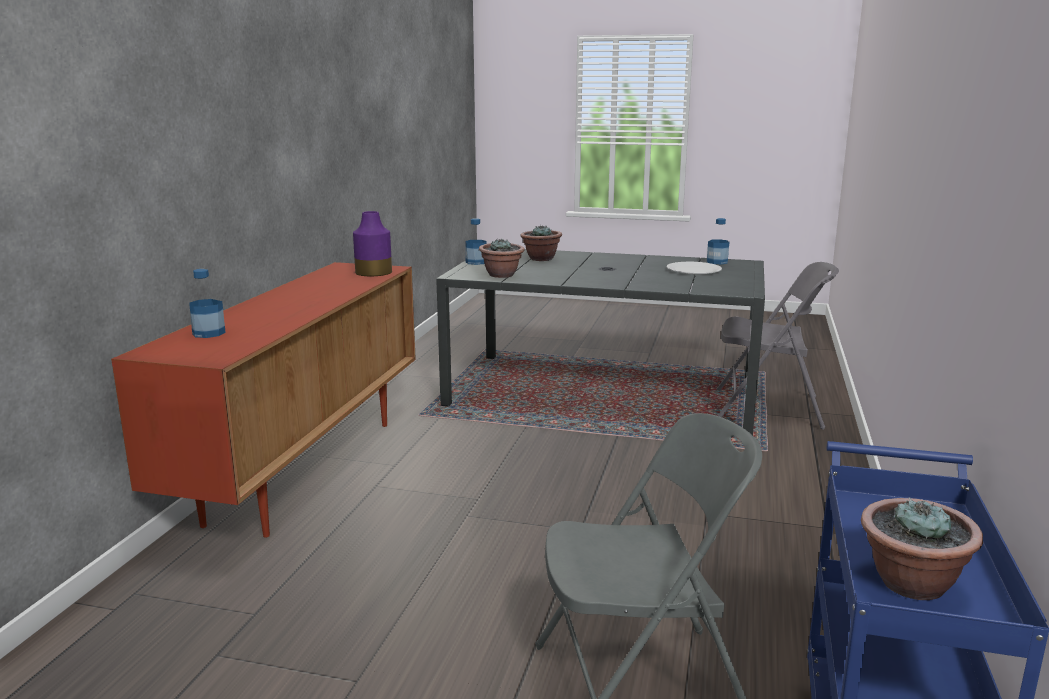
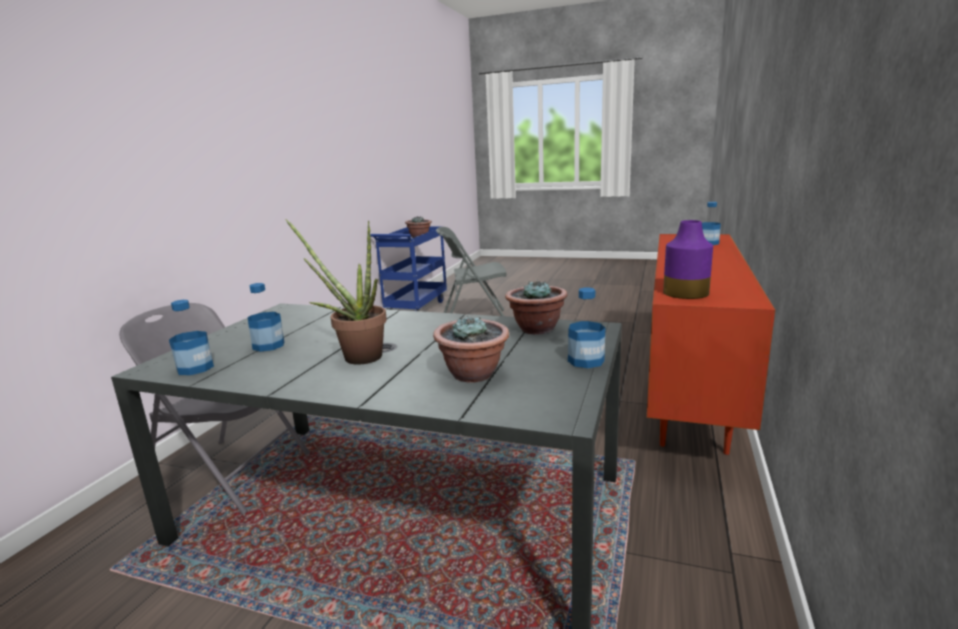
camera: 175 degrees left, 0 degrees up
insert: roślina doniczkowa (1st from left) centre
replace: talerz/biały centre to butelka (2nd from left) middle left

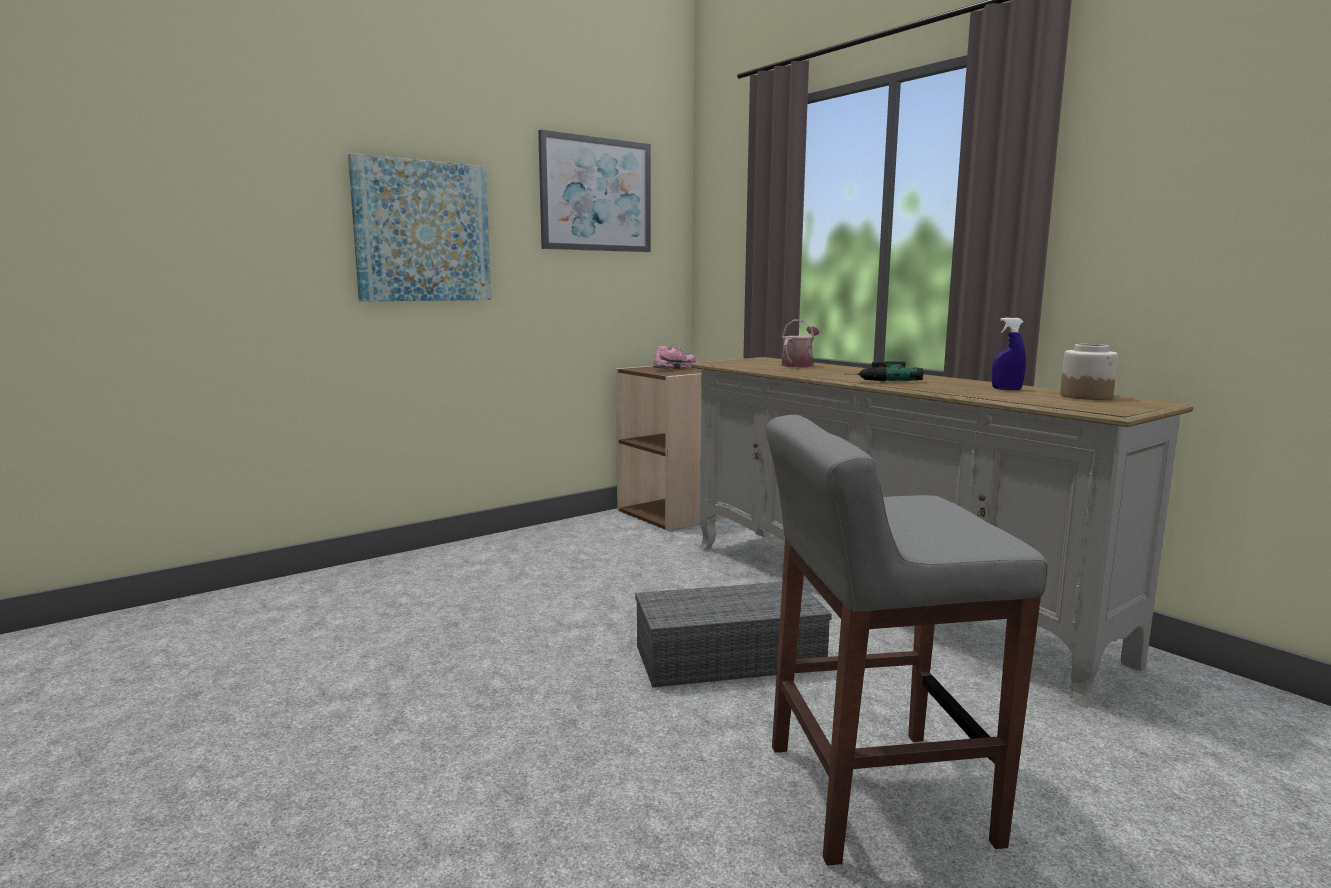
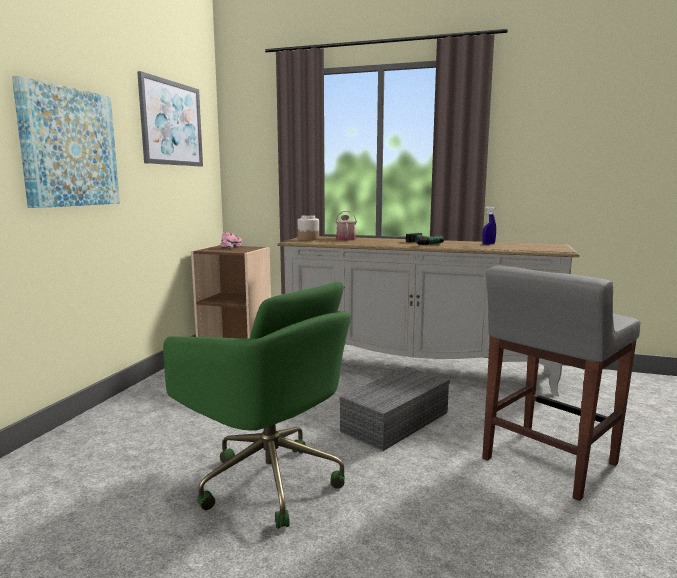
camera: 35 degrees left, 0 degrees up
insert: krzesło biurowe/zielony bottom centre
move: słoik middle right to centre

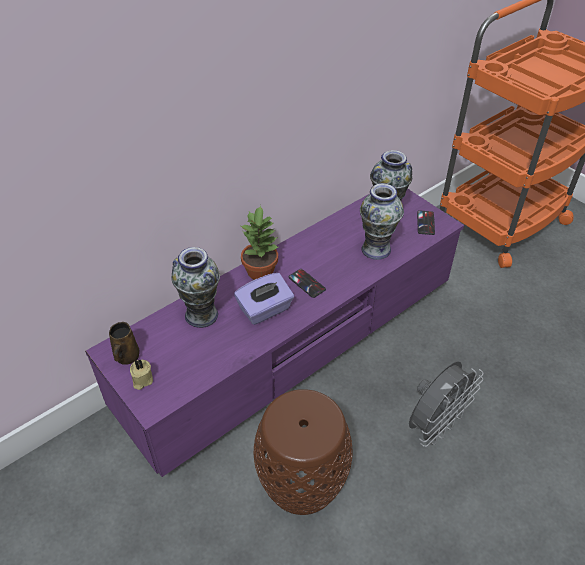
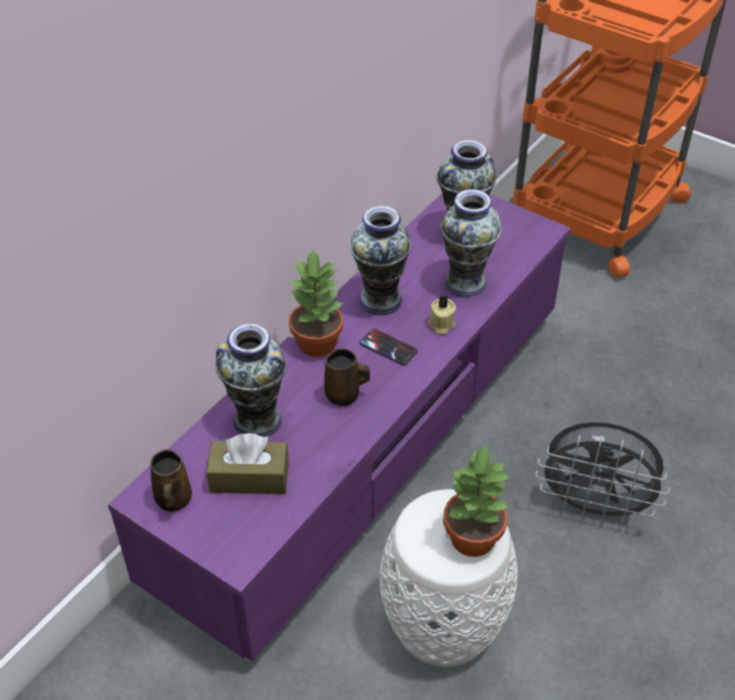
camera: 15 degrees left, 0 degrees up
delete: telefon (2nd from left) middle right
insert: pudełko chusteczek/brązowy centre; wazon (2nd from left) centre; roślina doniczkowa (2nd from left) bottom centre
move: świeca/beżowy middle left to centre
replace: pudełko chusteczek/fioletowy centre to kubek/brązowy (2nd from left) centre
recolor: stołek/brązowy bottom centre to stołek/biały bottom centre
rotate: wentylator/szary bottom right = bottom right 75 degrees clockwise

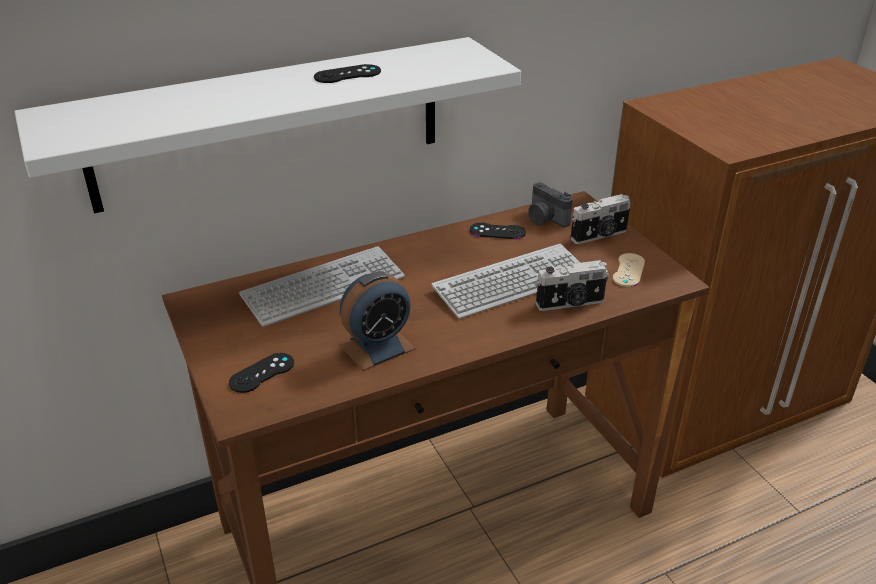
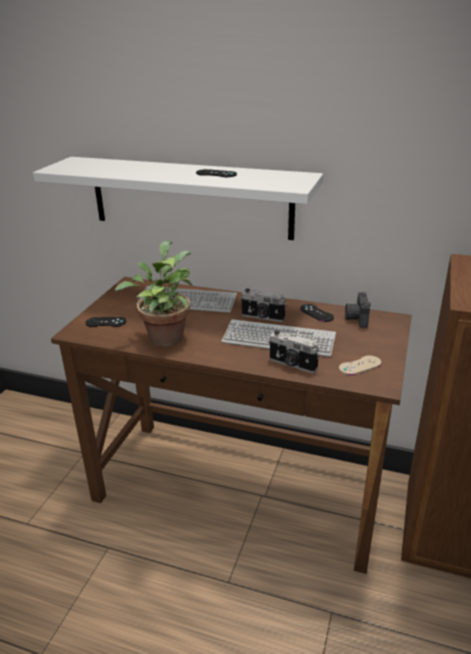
camera: 45 degrees right, 5 degrees down
move: aparat fotograficzny (3rd from left in the first image) middle right to aparat fotograficzny (1st from left) centre
replace: budzik centre to roślina doniczkowa middle left

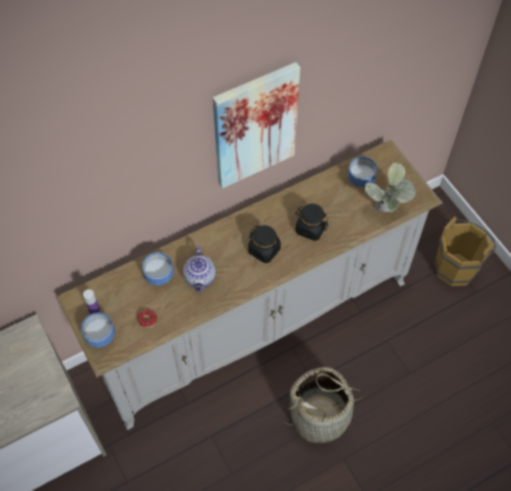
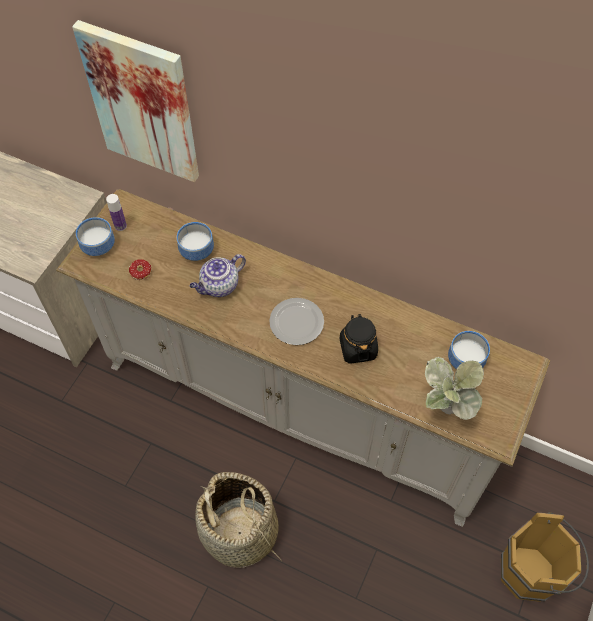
camera: 55 degrees right, 0 degrees up
move: obraz top centre to top left
replace: słoik/czarny (1st from left) centre to talerz centre

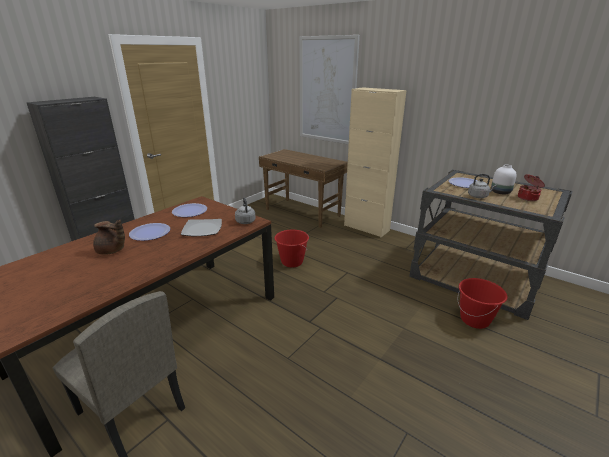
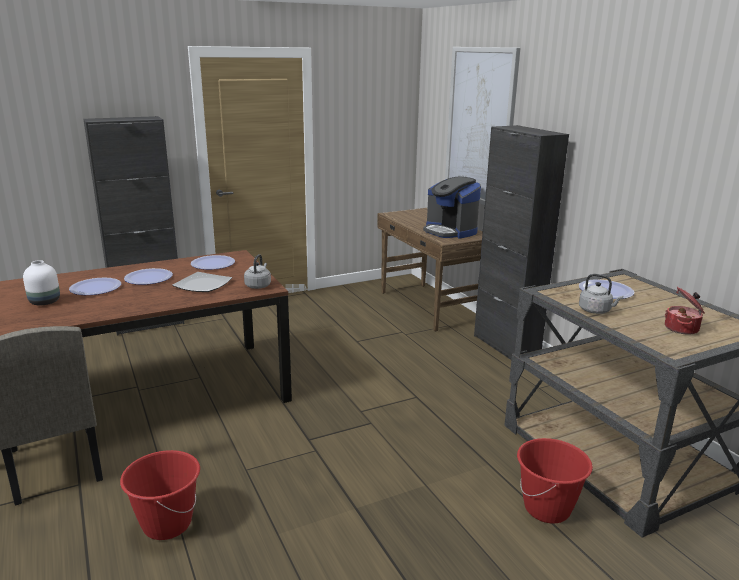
camera: 25 degrees right, 5 degrees down
insert: ekspres do kawy centre
move: wiadro/czerwony (1st from left) centre to bottom left; wazon/biały middle right to middle left
replace: imbryk/brązowy middle left to talerz (1st from left) middle left
recolor: szafka/beżowy centre to szafka/czarny (2nd from left) middle right

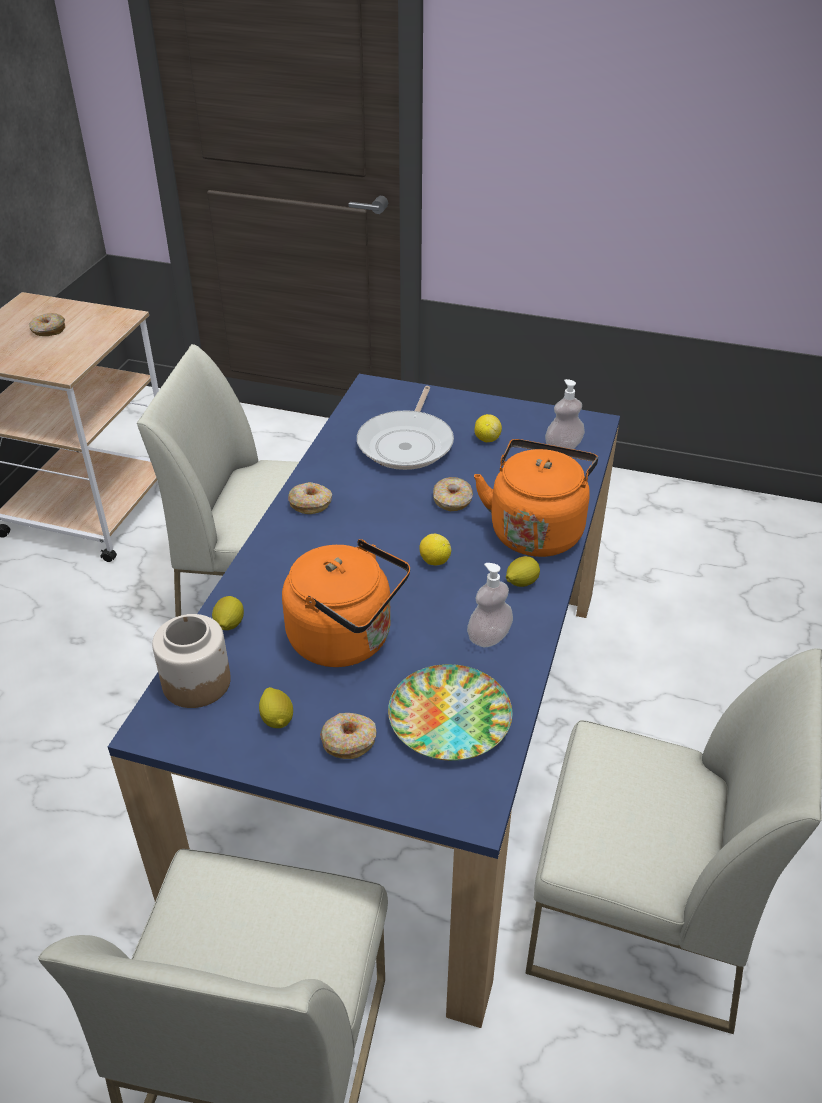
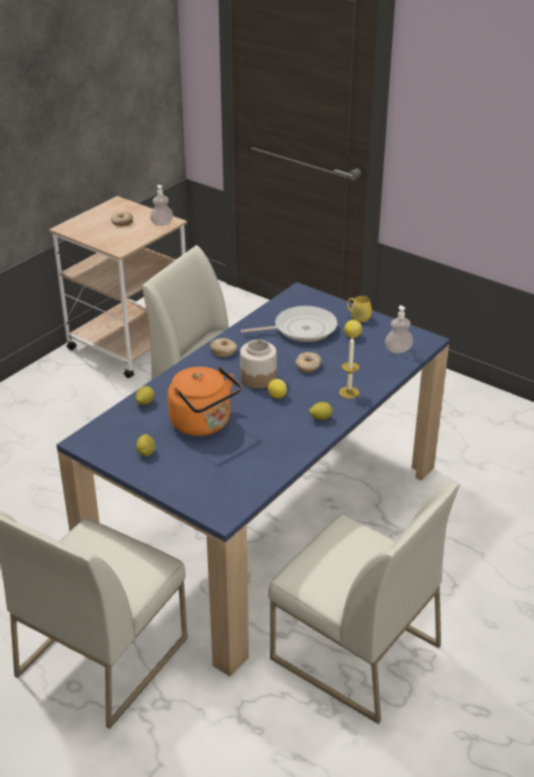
camera: 20 degrees right, 5 degrees down
delete: donut (3rd from left) bottom centre; talerz centre
insert: kubek/żółty middle right
move: słoik middle left to centre; dozownik mydła (1st from left) centre to top left
replace: czajnik/pomarańczowy (2nd from left) centre to świeca centre
rotate: patelnia centre = centre 135 degrees counterclockwise

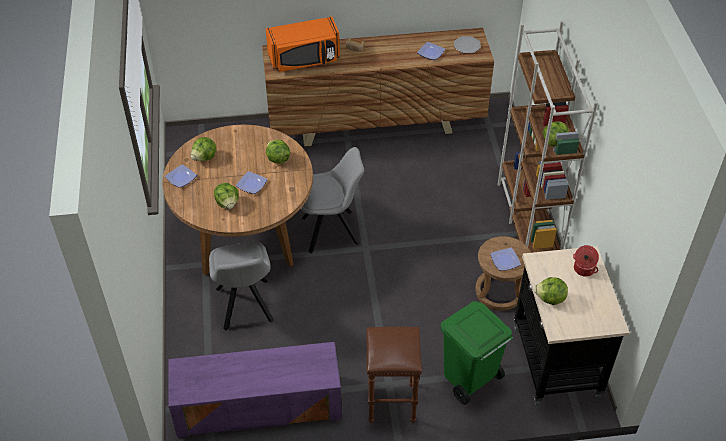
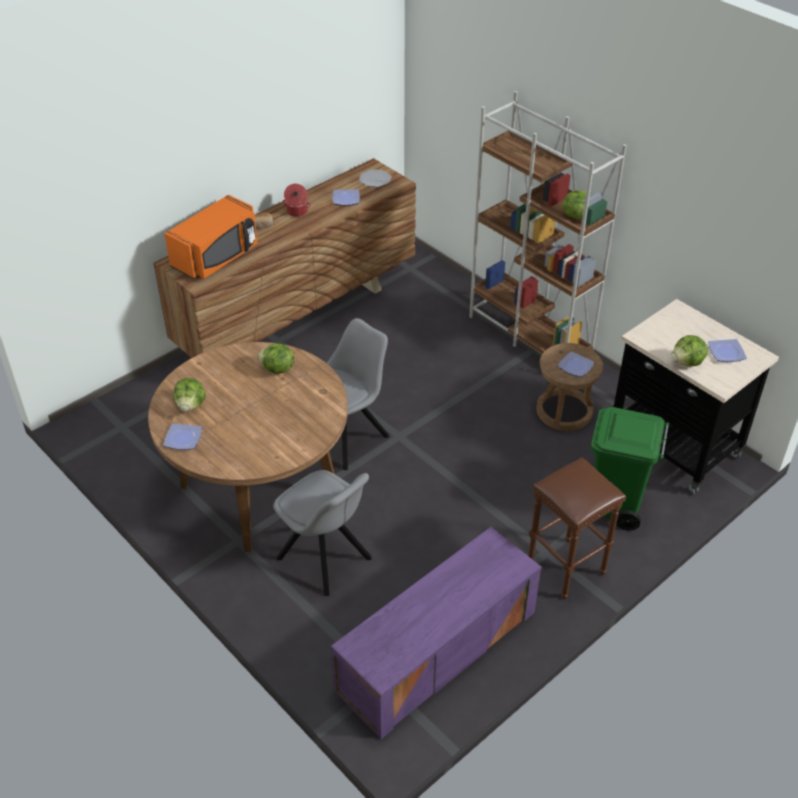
camera: 35 degrees left, 5 degrees down
delete: sałata (2nd from left) middle left
move: talerz (2nd from left in the first image) centre to talerz (5th from left) middle right; garnek middle right to top centre

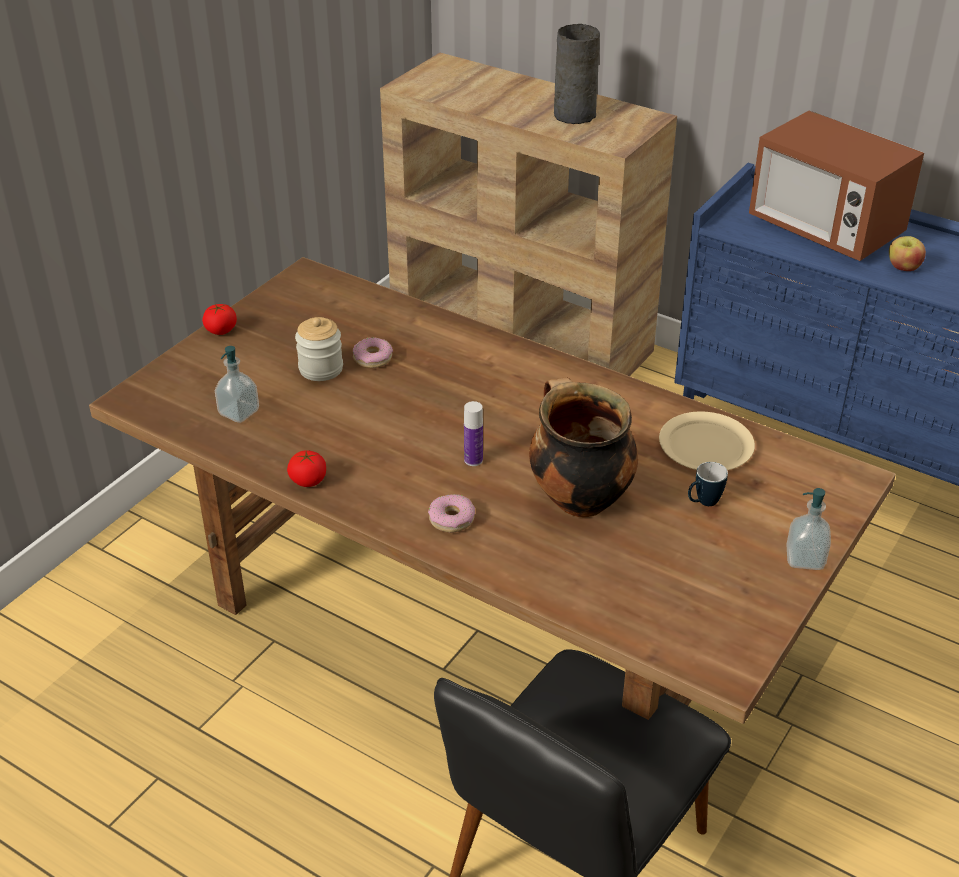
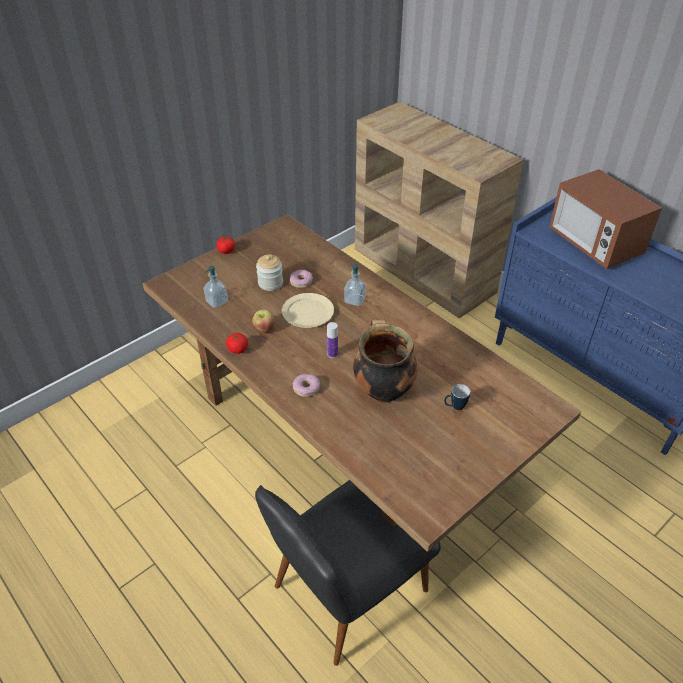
camera: 15 degrees right, 5 degrees up
delete: wazon/szary top centre
move: talerz/beżowy middle right to centre; dozownik mydła (2nd from left) middle right to centre; jabłko top right to centre

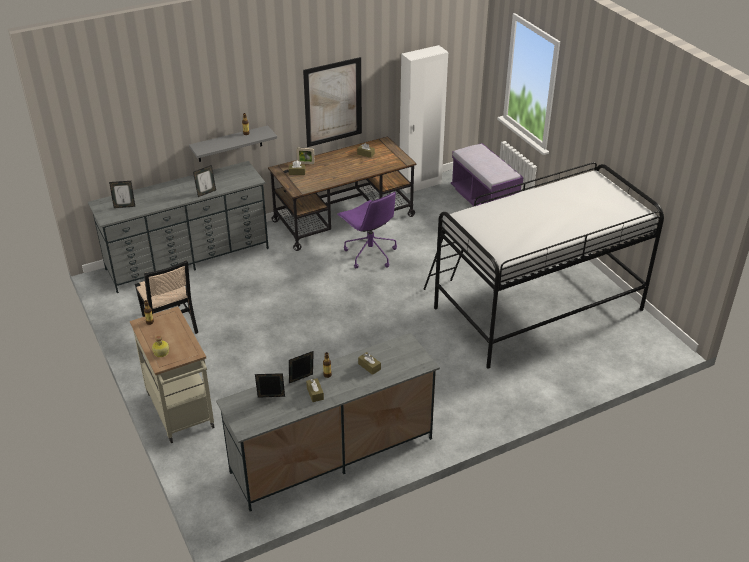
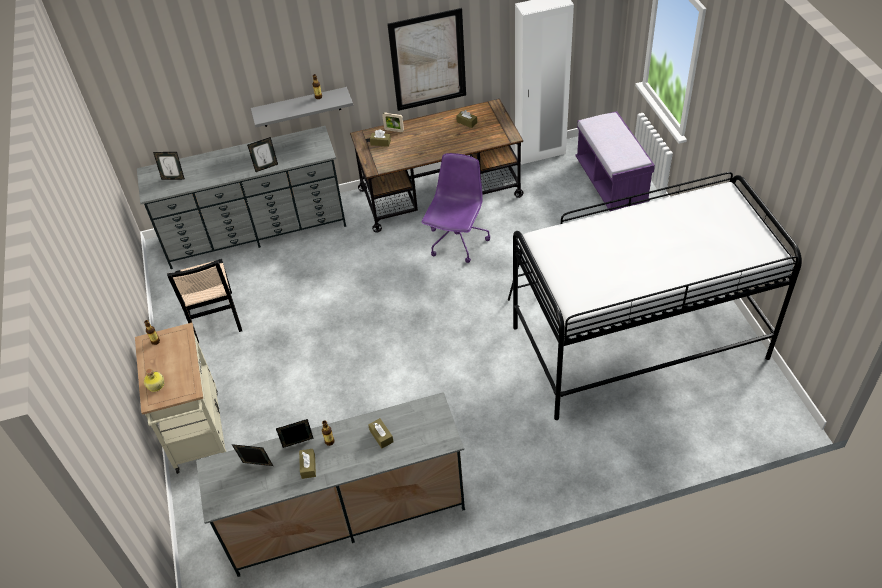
camera: 15 degrees right, 10 degrees up
rotate: krzesło biurowe/fioletowy centre = centre 135 degrees counterclockwise

